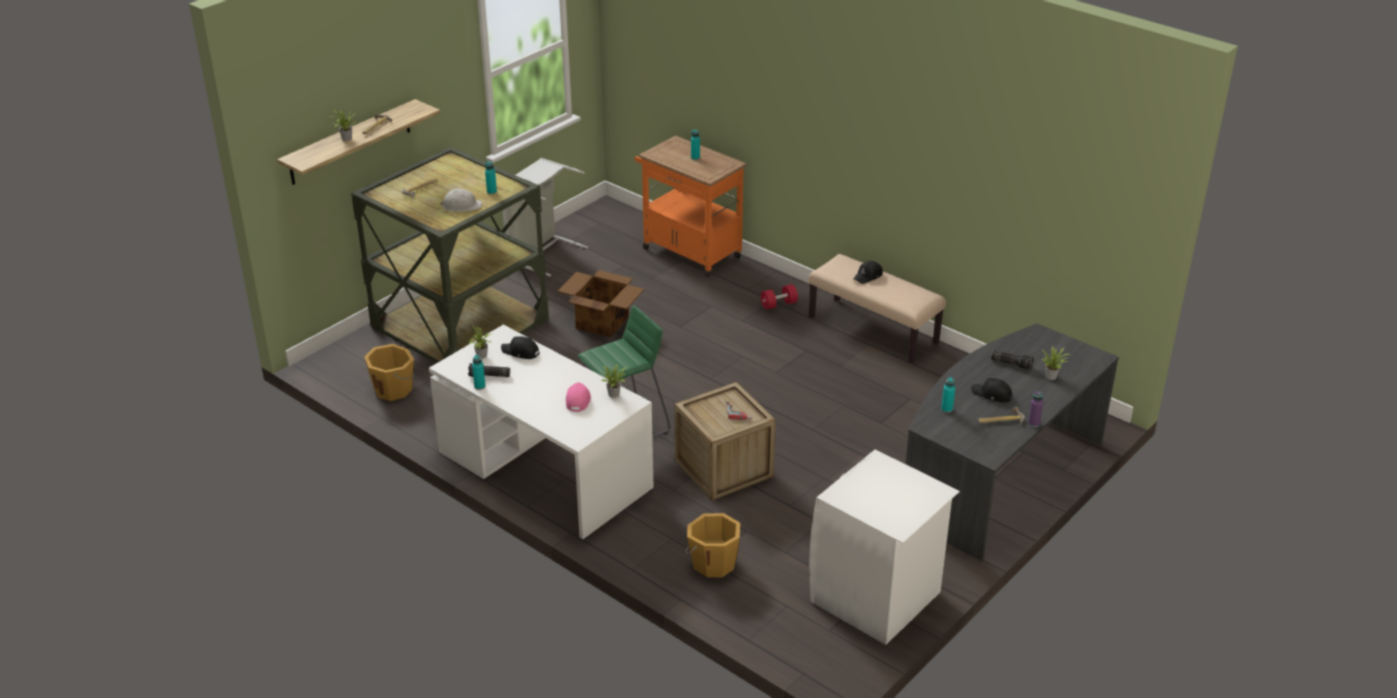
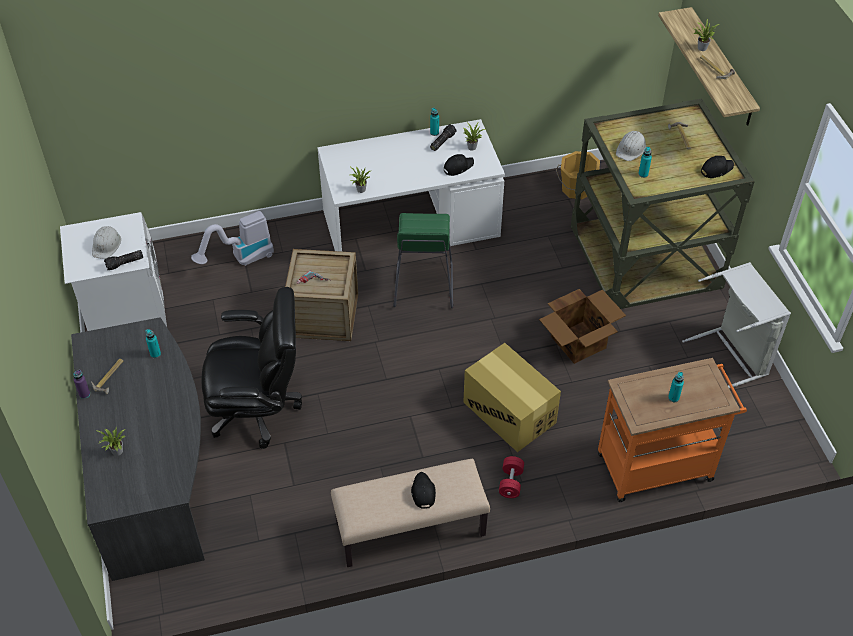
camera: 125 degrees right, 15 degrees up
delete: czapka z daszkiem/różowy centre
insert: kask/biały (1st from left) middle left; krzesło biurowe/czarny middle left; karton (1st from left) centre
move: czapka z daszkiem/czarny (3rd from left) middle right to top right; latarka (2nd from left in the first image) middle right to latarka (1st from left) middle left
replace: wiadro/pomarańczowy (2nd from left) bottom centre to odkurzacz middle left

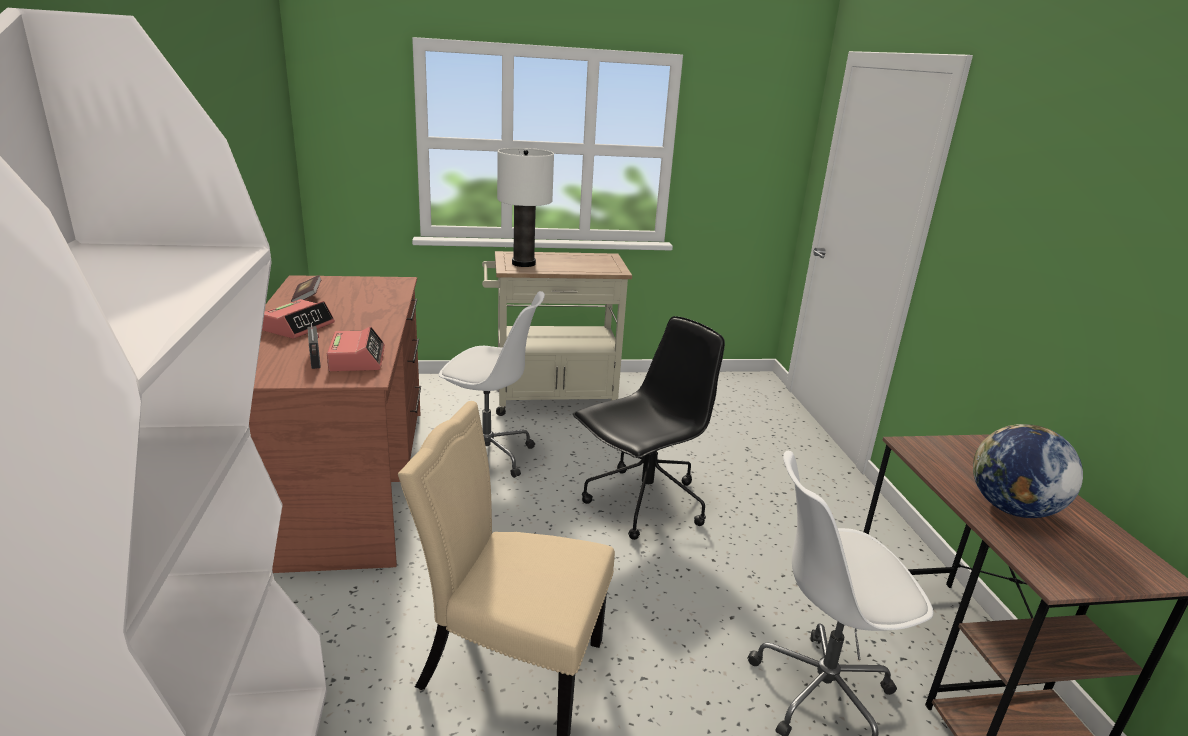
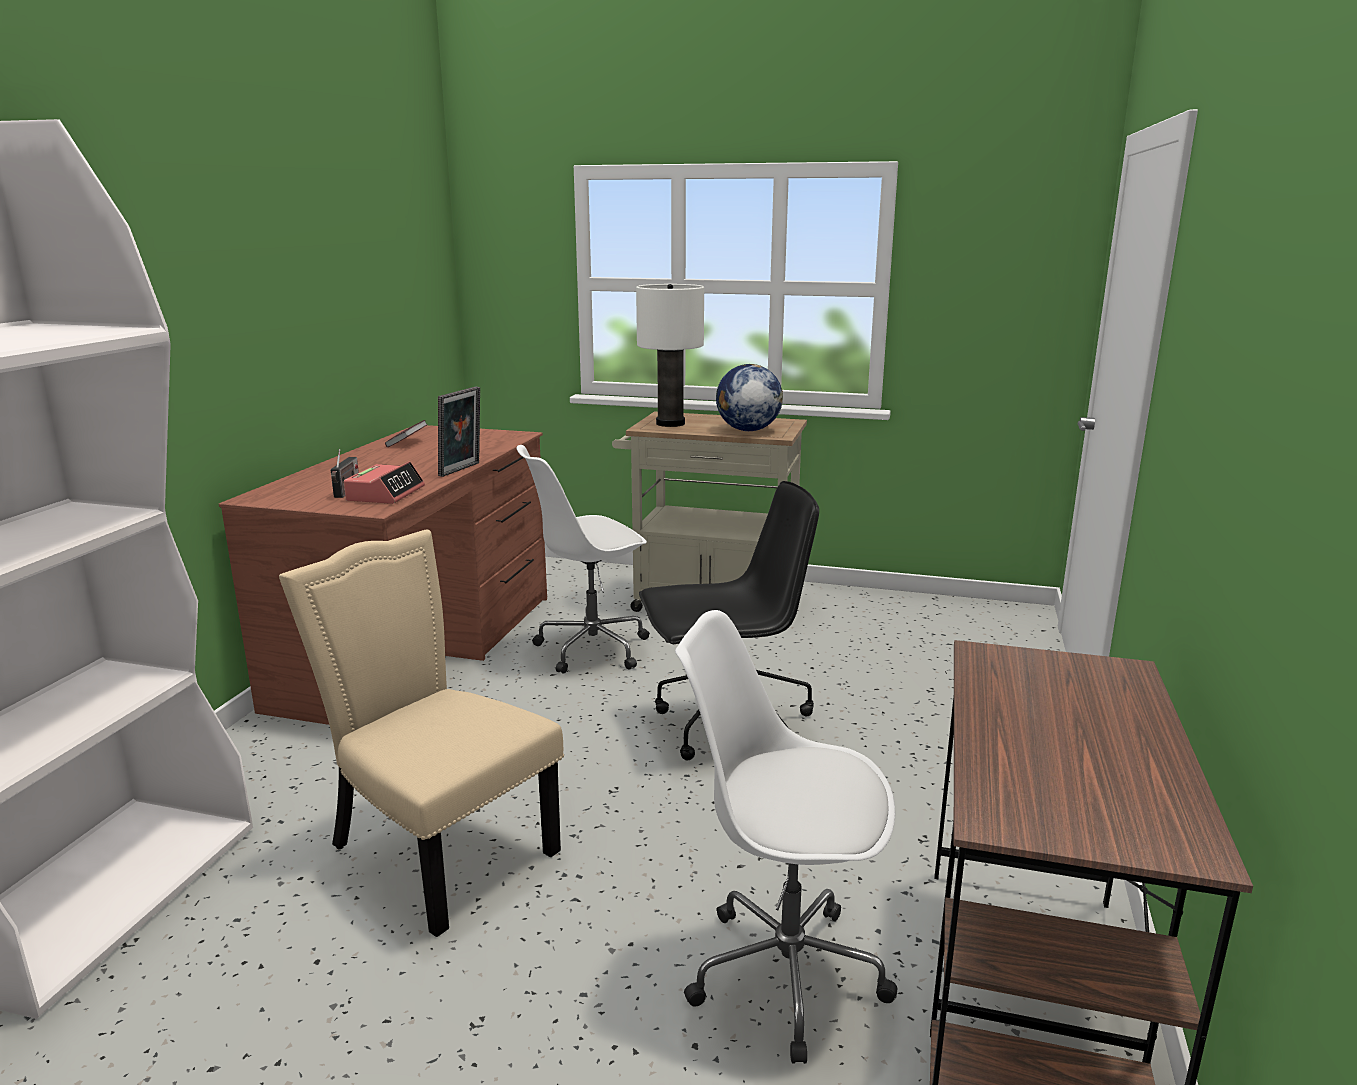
camera: 25 degrees right, 5 degrees down
delete: budzik (1st from left) middle left
insert: ramka na zdjęcie centre
move: globus middle right to centre
rotate: krzesło biurowe/biały (1st from left) centre = centre 120 degrees clockwise

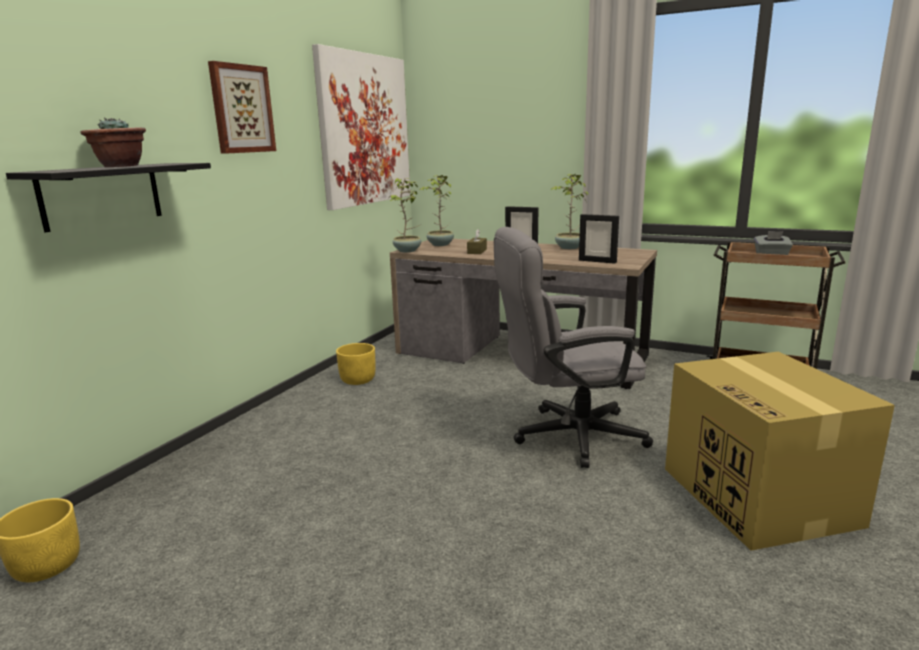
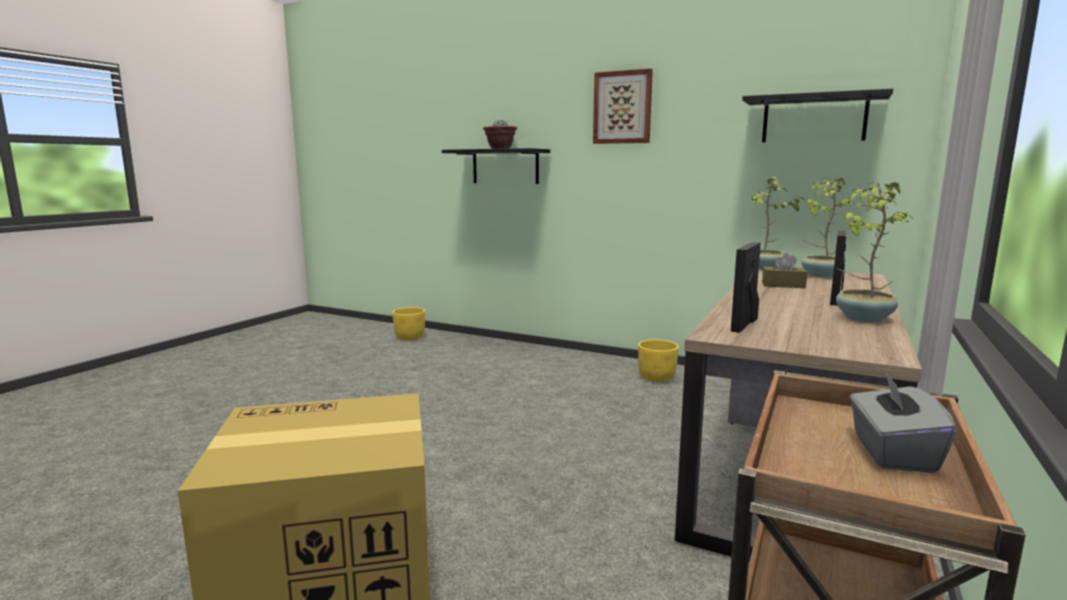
camera: 90 degrees right, 5 degrees down
delete: krzesło biurowe/szary centre
replace: obraz (2nd from left) top centre to półka/czarny (2nd from left) top right

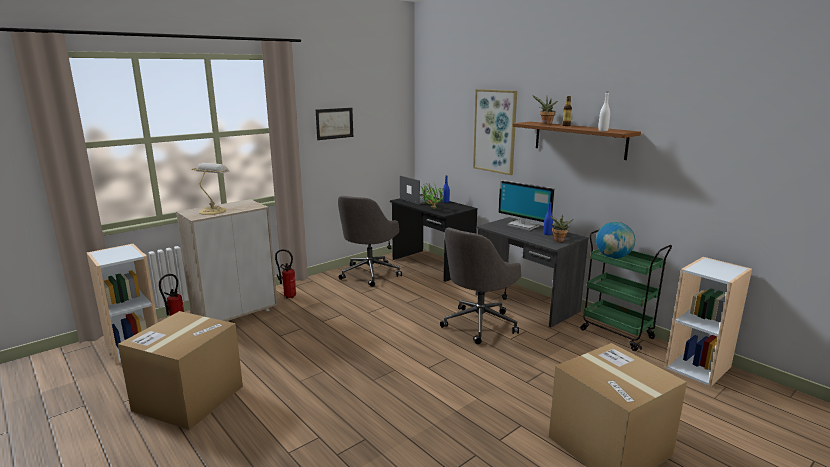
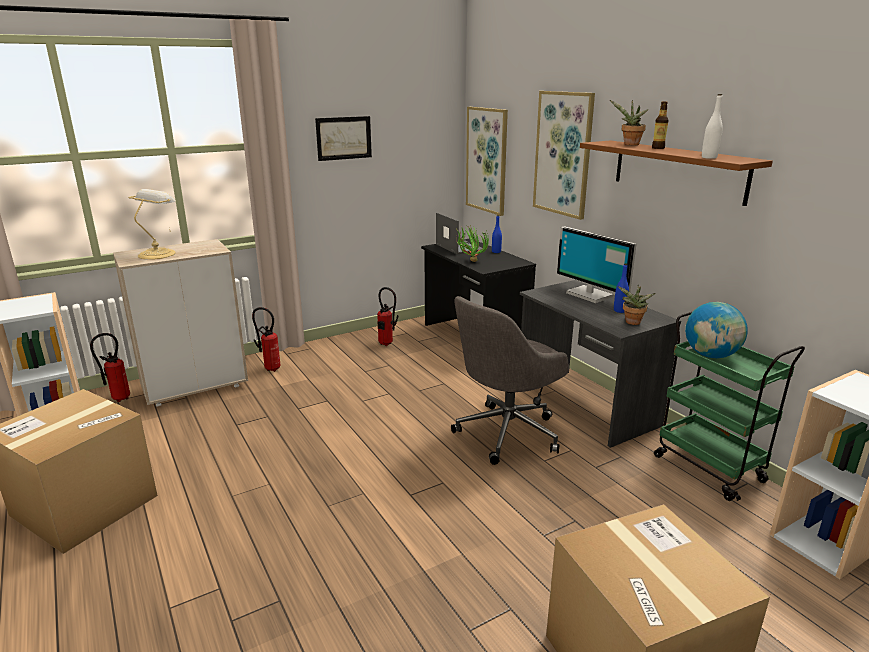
camera: 10 degrees right, 5 degrees up
insert: obraz (2nd from left) top centre
replace: krzesło biurowe/szary (1st from left) centre to gaśnica (3rd from left) centre

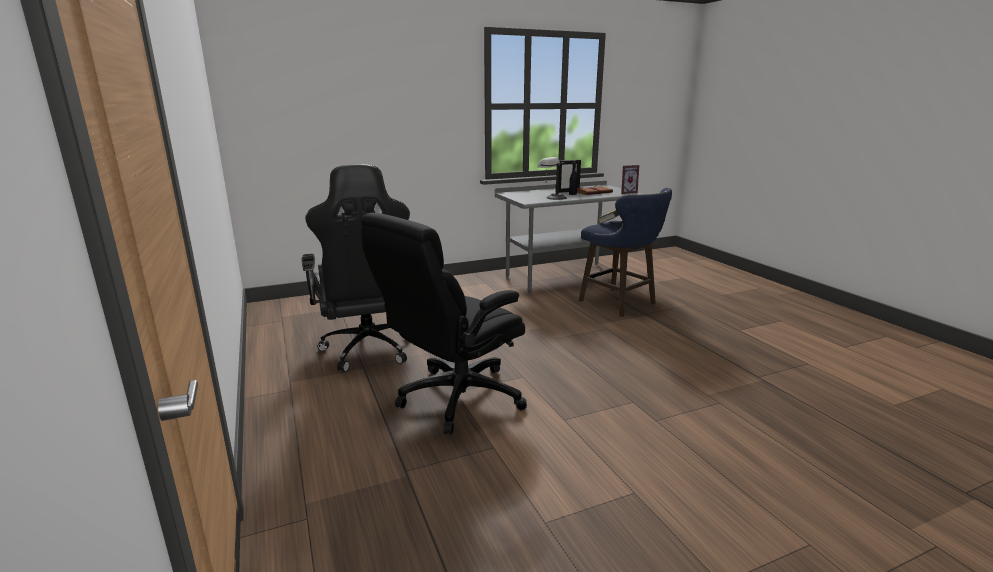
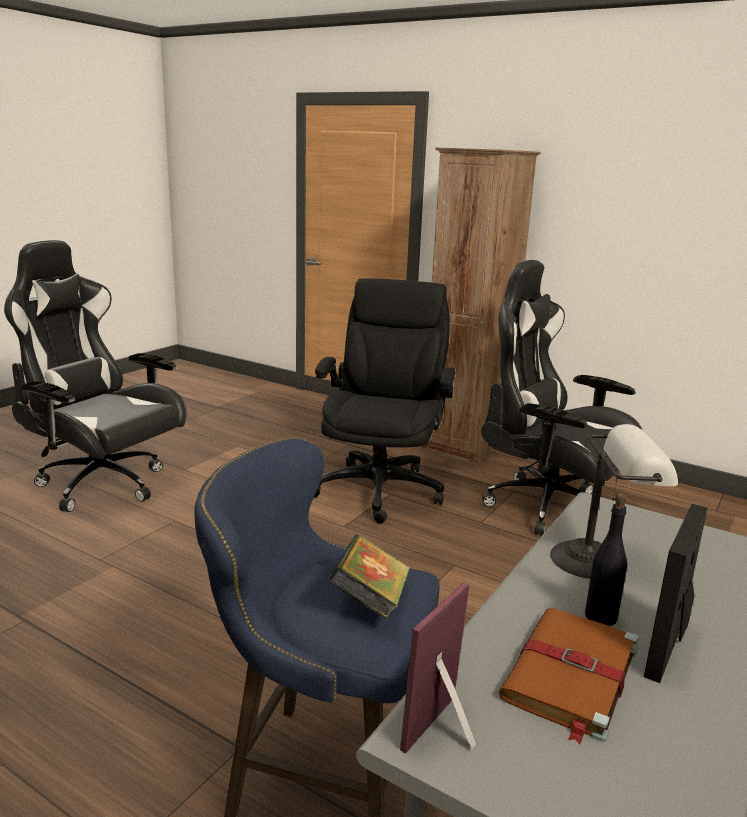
camera: 145 degrees right, 0 degrees up
insert: krzesło biurowe/czarny (1st from left) middle left; szafka/brązowy centre

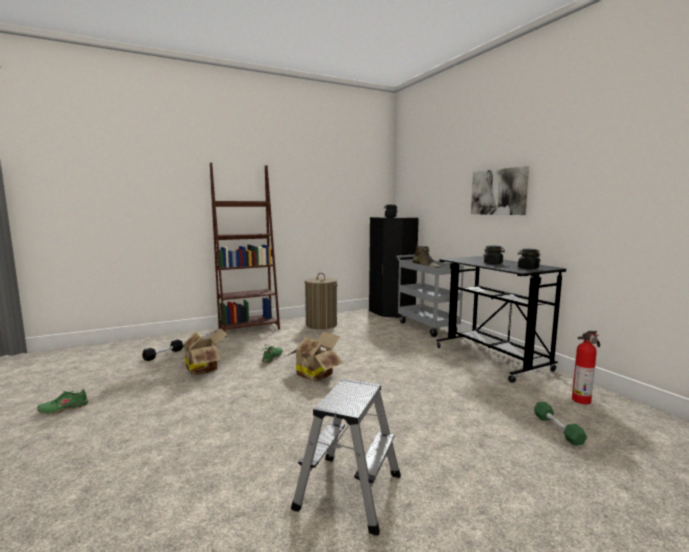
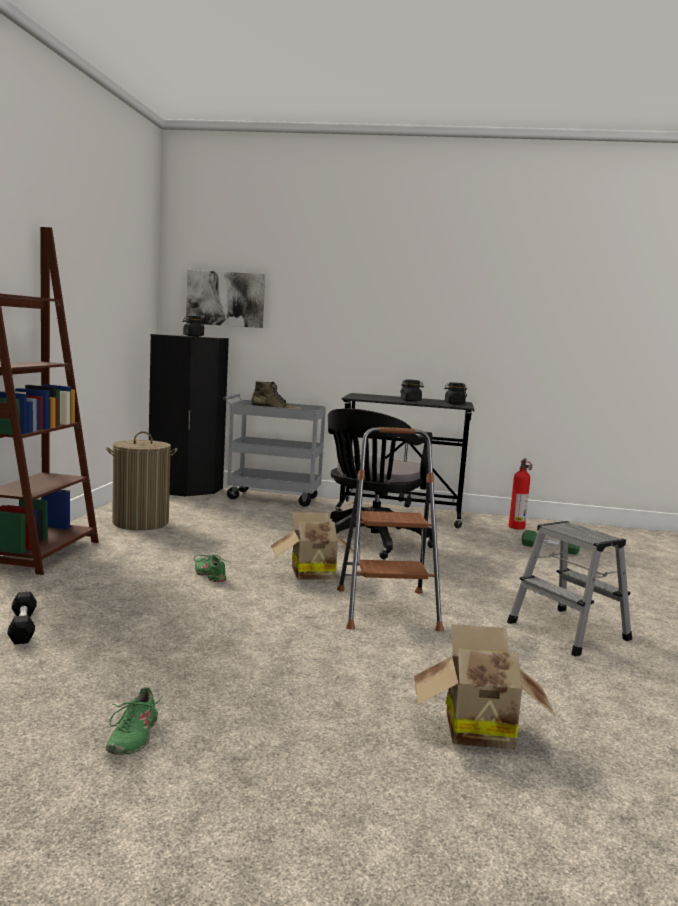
camera: 55 degrees left, 0 degrees up
insert: krzesło biurowe/czarny centre; drabinka/brązowy centre
move: karton (1st from left in the first image) middle left to karton (2nd from left) bottom right; obraz middle right to top left

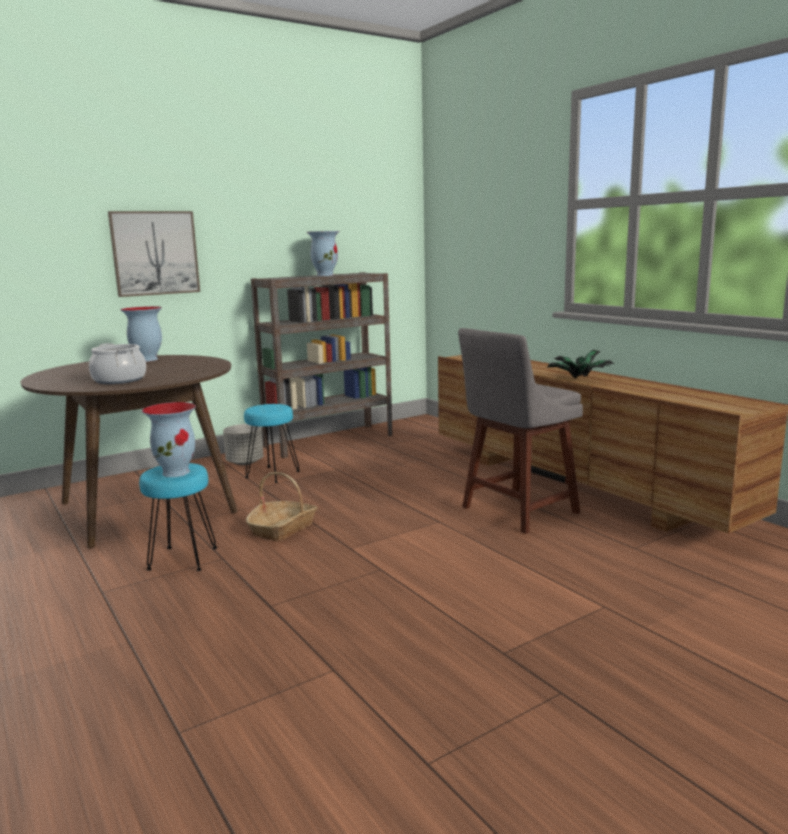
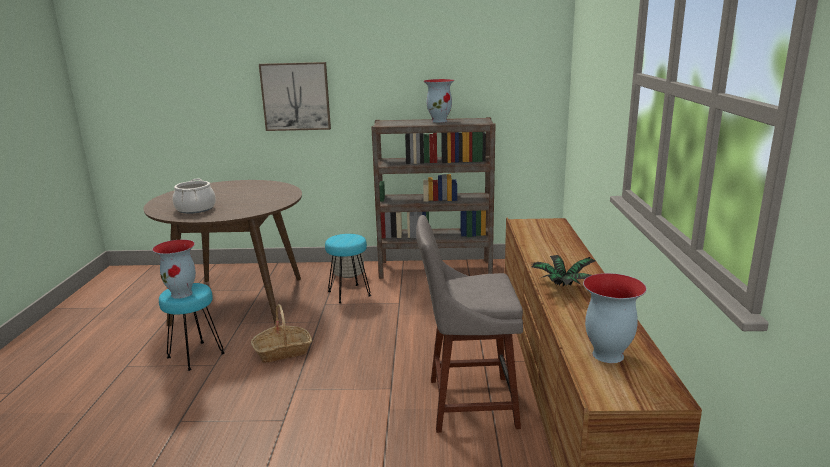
camera: 35 degrees right, 5 degrees up
move: wazon (1st from left in the first image) middle left to wazon (3rd from left) bottom right

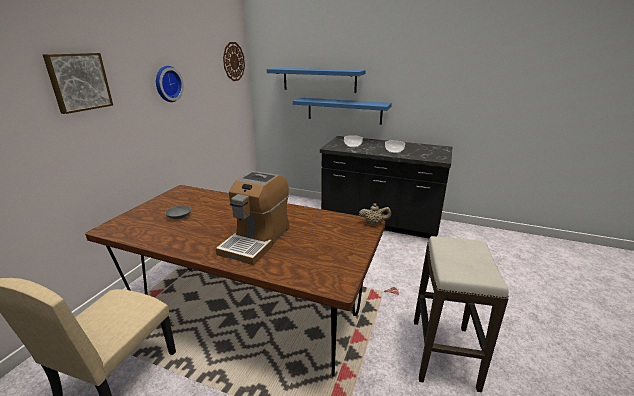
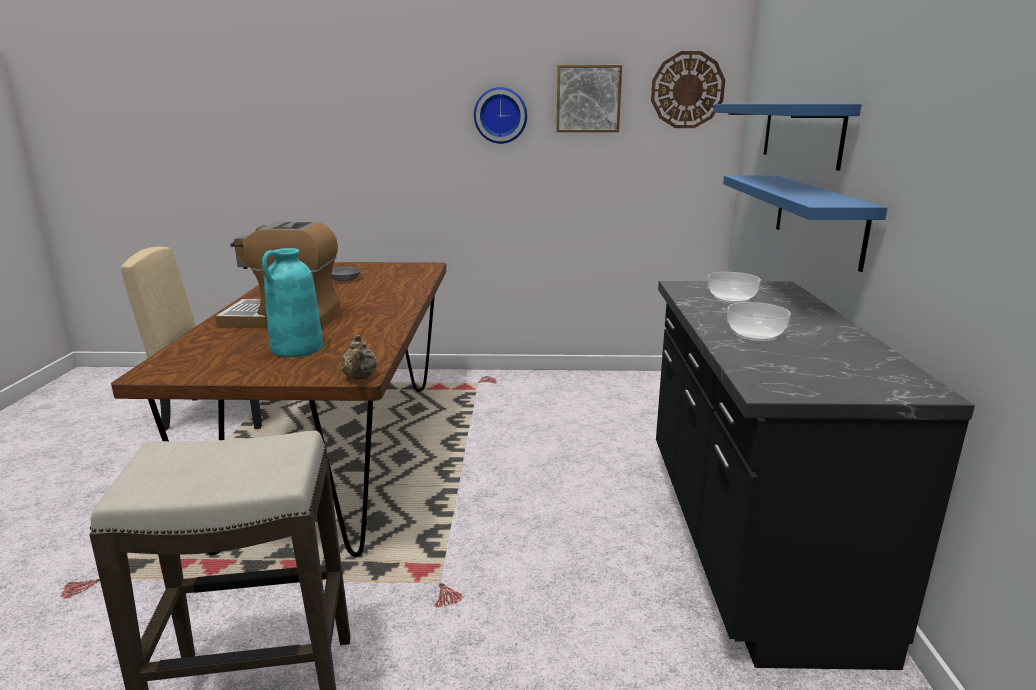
camera: 70 degrees right, 5 degrees down
insert: wazon/turkusowy middle left
move: obraz top left to top centre

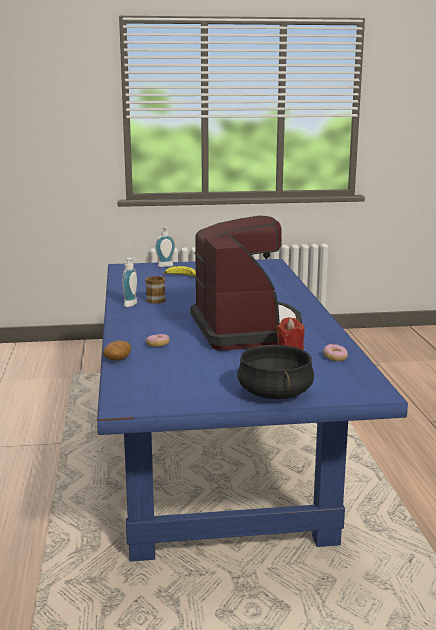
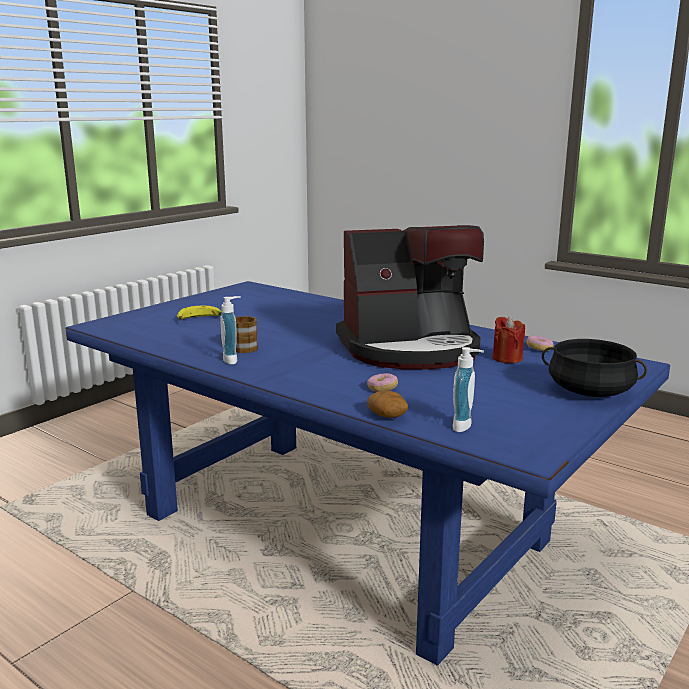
camera: 45 degrees left, 0 degrees up
move: dozownik mydła (2nd from left) centre to middle right
rotate: ekspres do kawy centre = centre 135 degrees clockwise

